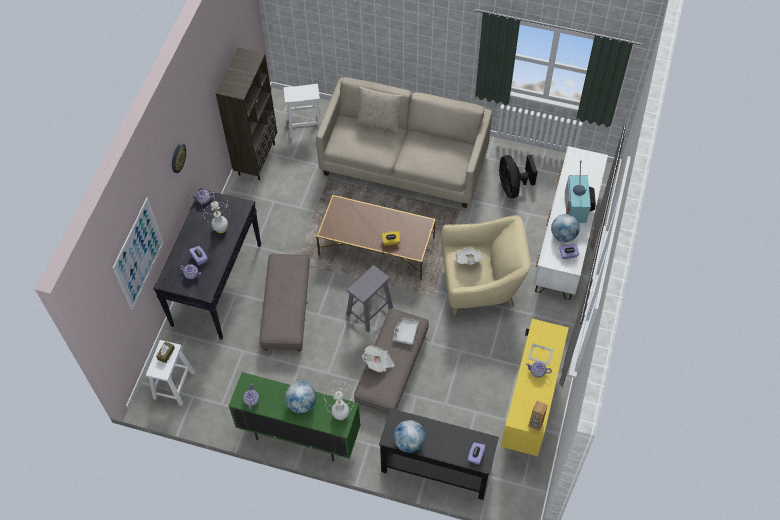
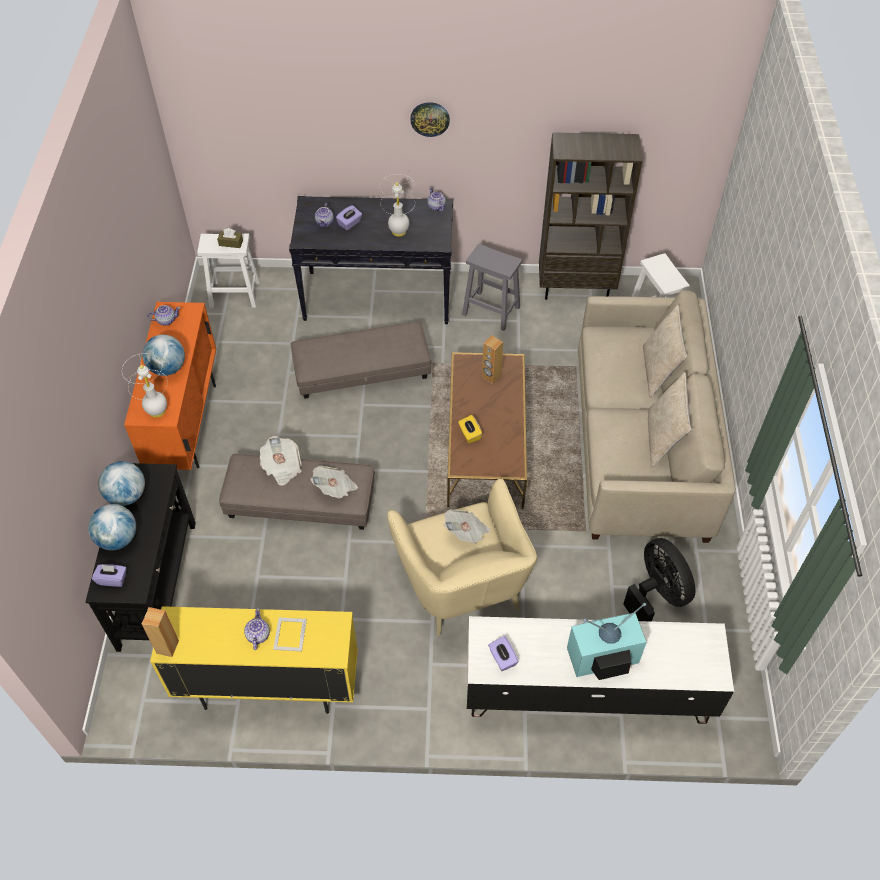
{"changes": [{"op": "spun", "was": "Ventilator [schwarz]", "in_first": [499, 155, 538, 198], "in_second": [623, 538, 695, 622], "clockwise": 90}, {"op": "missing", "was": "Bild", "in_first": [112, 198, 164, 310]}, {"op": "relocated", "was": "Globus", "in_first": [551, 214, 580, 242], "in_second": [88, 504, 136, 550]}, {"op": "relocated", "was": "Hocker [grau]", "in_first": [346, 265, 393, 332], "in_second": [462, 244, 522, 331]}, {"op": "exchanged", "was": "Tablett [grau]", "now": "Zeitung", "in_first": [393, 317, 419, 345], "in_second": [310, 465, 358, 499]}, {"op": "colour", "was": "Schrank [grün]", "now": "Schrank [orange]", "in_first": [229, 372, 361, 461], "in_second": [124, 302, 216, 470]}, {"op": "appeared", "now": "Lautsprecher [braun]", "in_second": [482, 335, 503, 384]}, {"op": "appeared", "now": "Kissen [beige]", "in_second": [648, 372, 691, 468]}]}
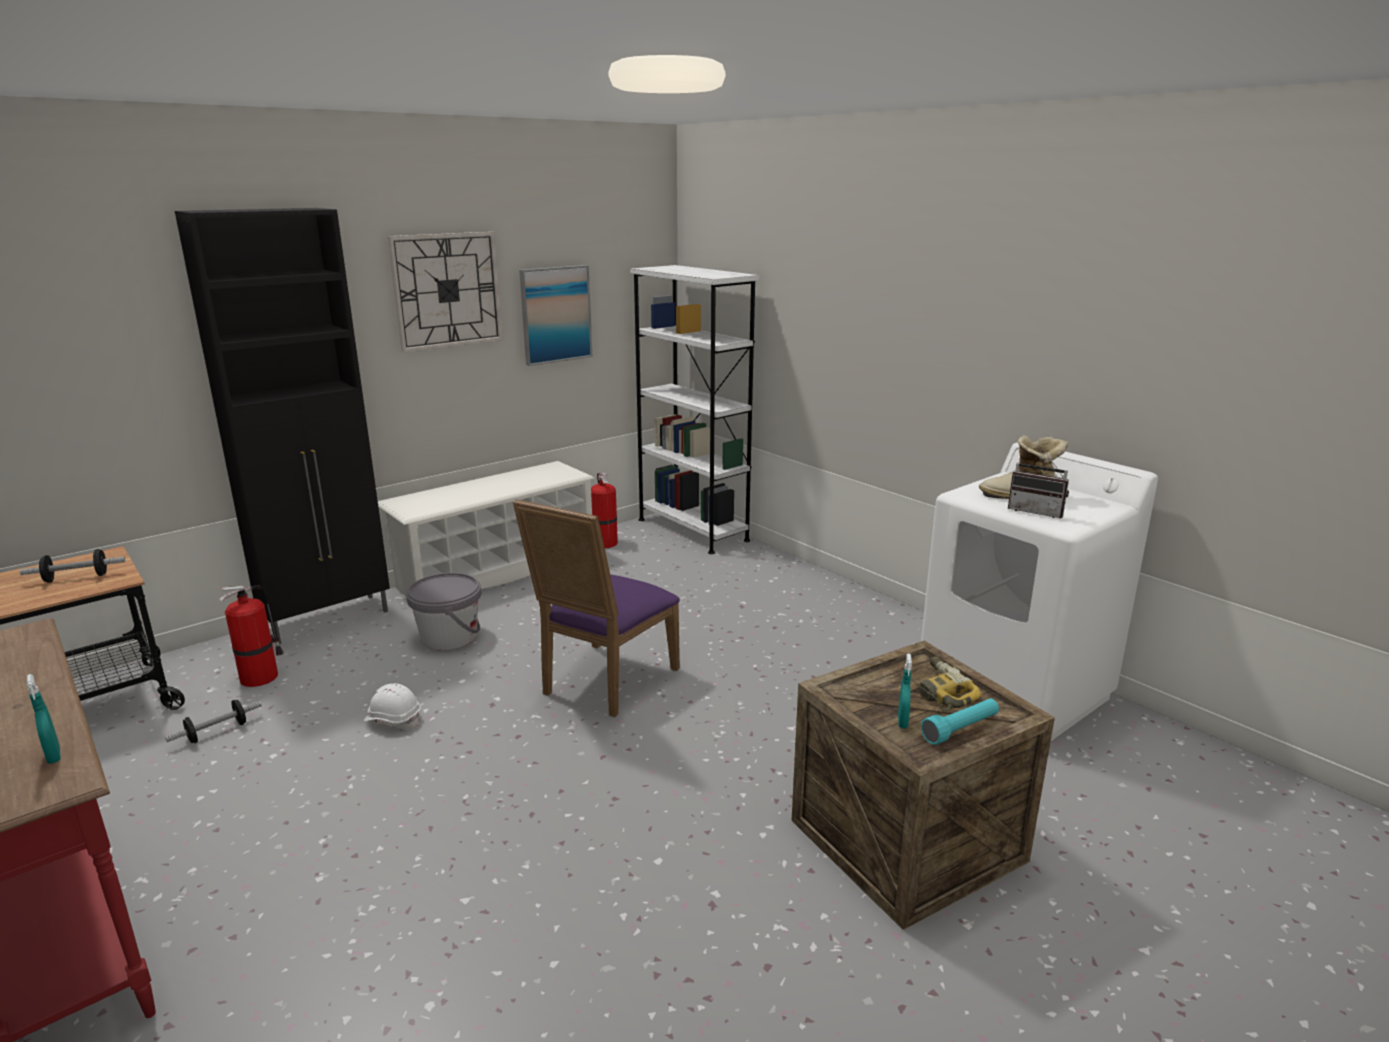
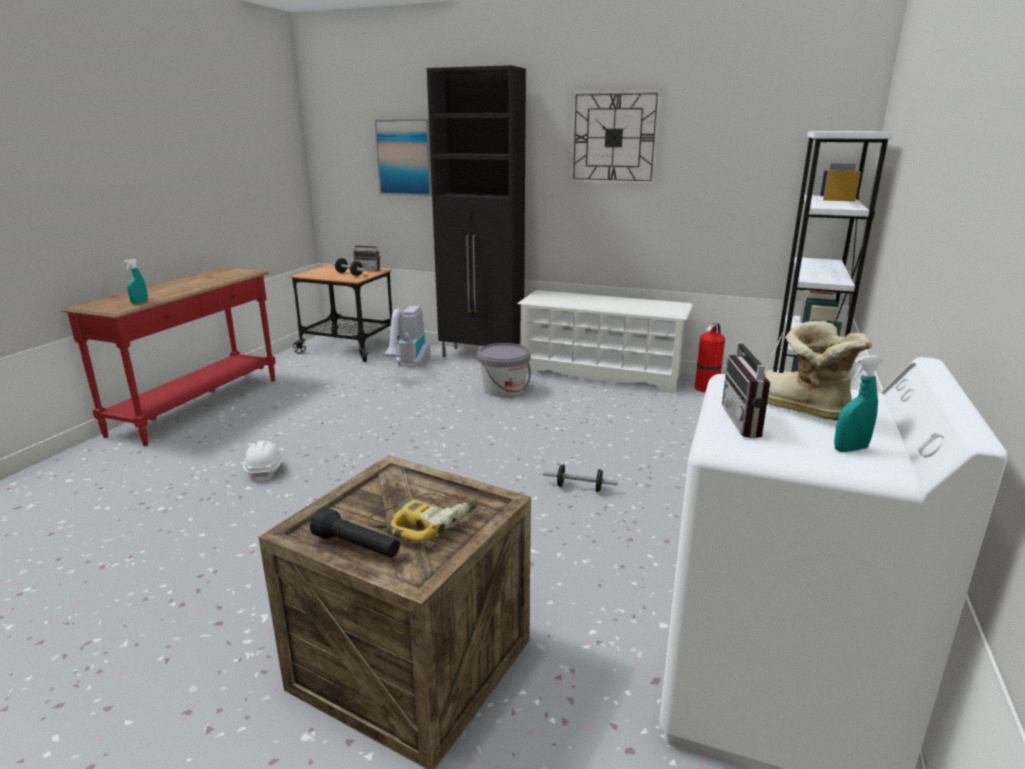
{"changes": [{"op": "relocated", "was": "Bild", "in_first": [519, 265, 593, 366], "in_second": [375, 119, 432, 196]}, {"op": "missing", "was": "Stuhl [lila]", "in_first": [513, 499, 680, 717]}, {"op": "exchanged", "was": "Feuerlöscher", "now": "Staubsauger", "in_first": [219, 585, 283, 687], "in_second": [383, 306, 430, 366]}, {"op": "relocated", "was": "Sprühflasche [türkis]", "in_first": [898, 654, 912, 728], "in_second": [834, 355, 882, 452]}, {"op": "relocated", "was": "Schutzhelm [weiß]", "in_first": [363, 683, 421, 729], "in_second": [243, 441, 283, 483]}, {"op": "colour", "was": "Taschenlampe [türkis]", "now": "Taschenlampe [schwarz]", "in_first": [921, 699, 999, 745], "in_second": [310, 507, 400, 558]}, {"op": "relocated", "was": "Hantel", "in_first": [165, 700, 262, 743], "in_second": [543, 464, 618, 492]}, {"op": "appeared", "now": "Radio", "in_second": [353, 239, 380, 271]}]}
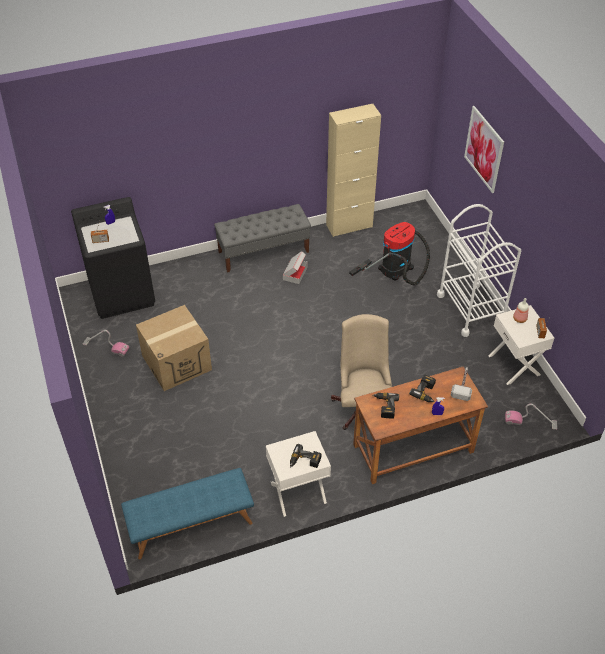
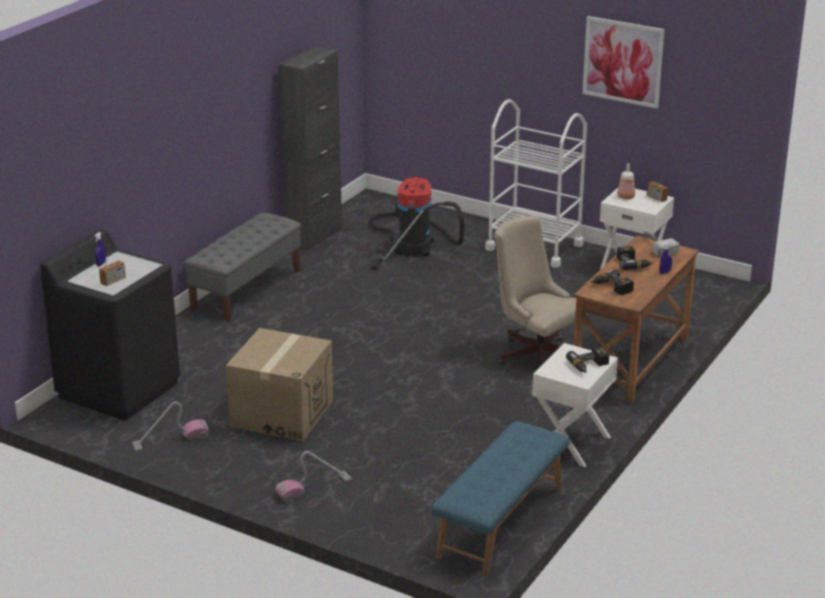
{"changes": [{"op": "colour", "was": "Schrank [beige]", "now": "Schrank [schwarz]", "in_first": [326, 104, 381, 237], "in_second": [279, 46, 342, 250]}, {"op": "relocated", "was": "Bild", "in_first": [464, 106, 504, 193], "in_second": [582, 16, 665, 108]}, {"op": "missing", "was": "Karton", "in_first": [283, 251, 308, 284]}, {"op": "relocated", "was": "Staubsauger", "in_first": [505, 404, 557, 430], "in_second": [275, 451, 352, 502]}]}
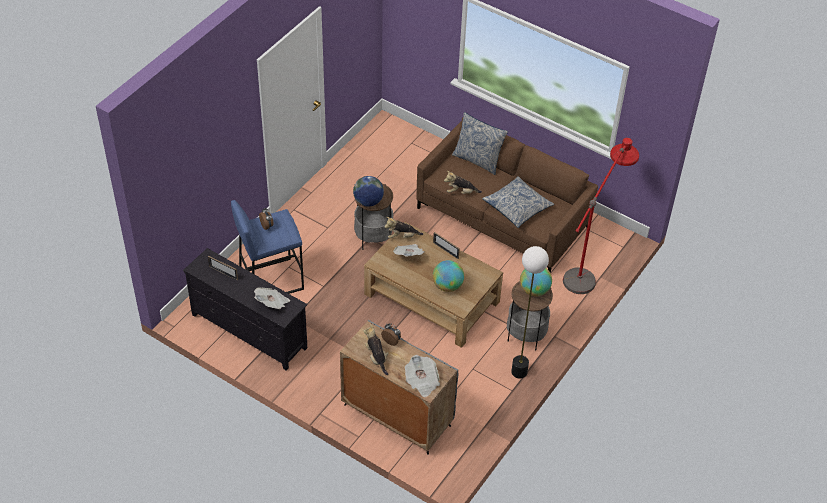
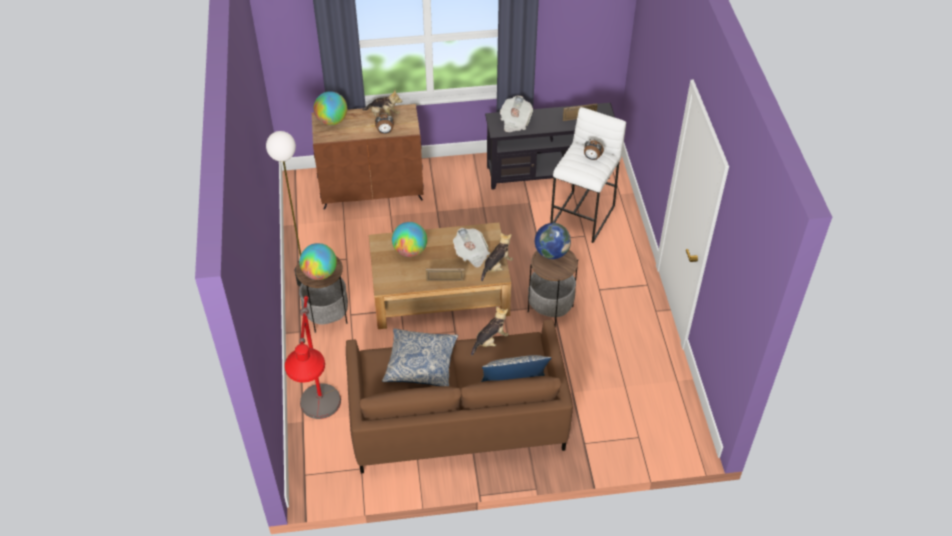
{"changes": [{"op": "colour", "was": "Hocker [blau]", "now": "Hocker [weiß]", "in_first": [231, 200, 304, 294], "in_second": [550, 107, 626, 243]}, {"op": "colour", "was": "Schrank [grau]", "now": "Schrank [braun]", "in_first": [340, 320, 459, 455], "in_second": [312, 104, 424, 210]}, {"op": "exchanged", "was": "Zeitung", "now": "Globus", "in_first": [405, 355, 440, 397], "in_second": [314, 91, 347, 125]}]}
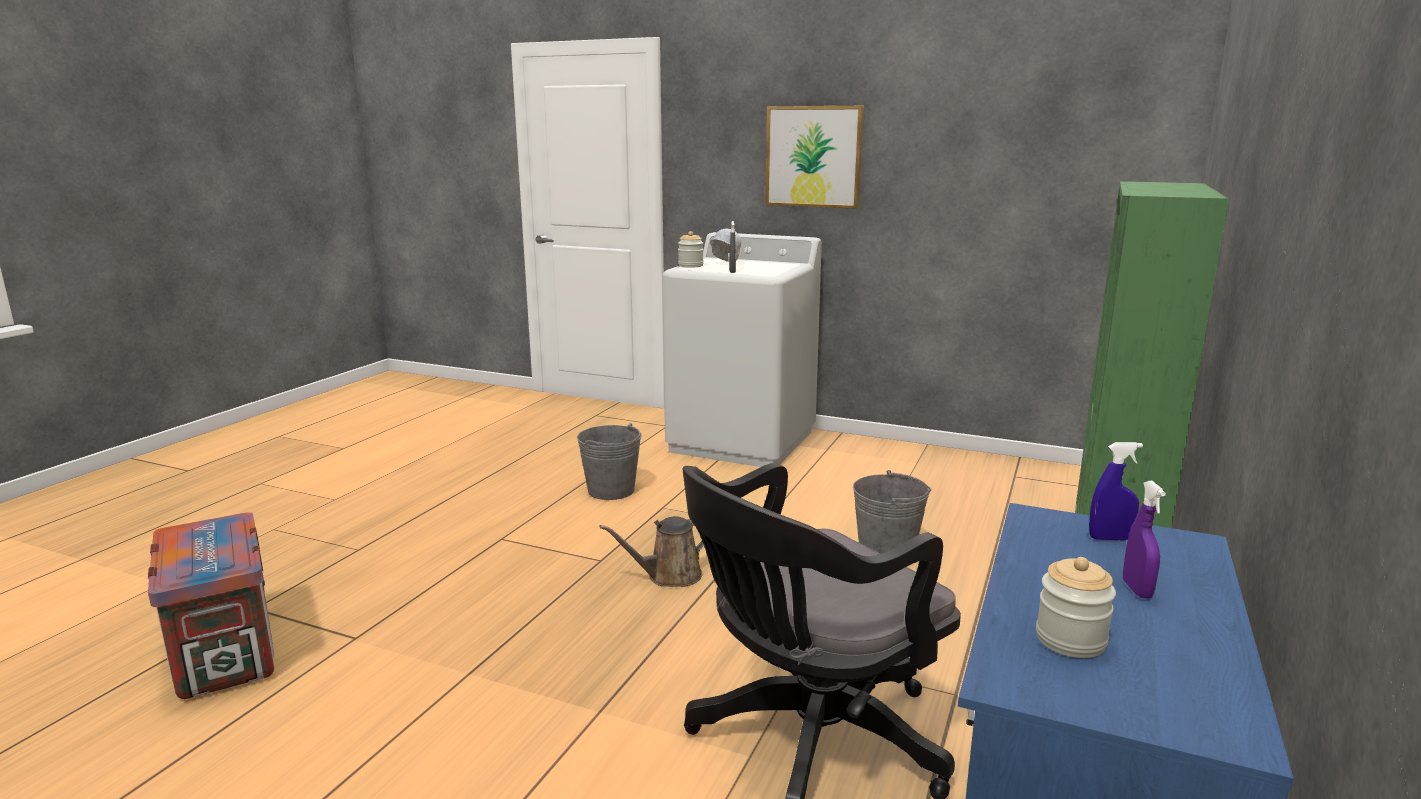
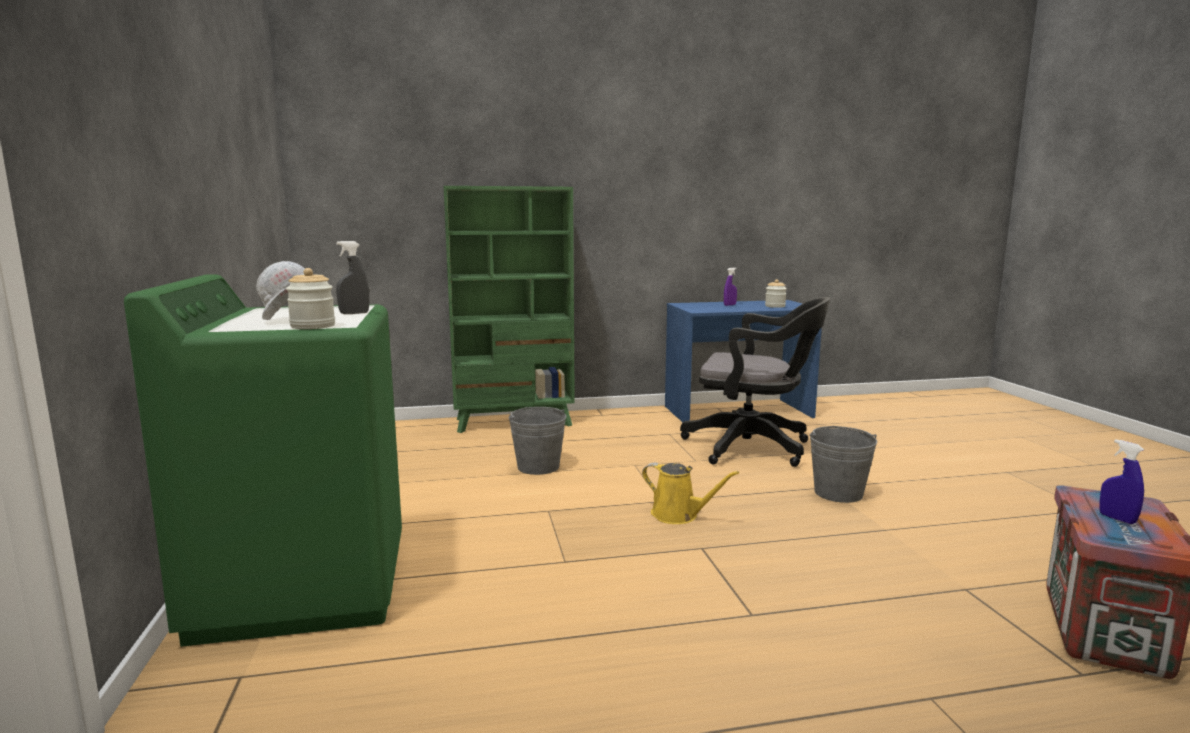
{"changes": [{"op": "missing", "was": "Bild", "in_first": [765, 106, 864, 209]}, {"op": "colour", "was": "Waschmaschine [weiß]", "now": "Waschmaschine [grün]", "in_first": [662, 232, 822, 467], "in_second": [124, 274, 402, 647]}, {"op": "relocated", "was": "Eimer [grau]", "in_first": [577, 423, 642, 500], "in_second": [810, 426, 877, 503]}, {"op": "relocated", "was": "Sprühflasche [blau]", "in_first": [1089, 442, 1143, 540], "in_second": [1099, 439, 1144, 524]}, {"op": "colour", "was": "Gießkanne [braun]", "now": "Gießkanne [gelb]", "in_first": [599, 516, 704, 587], "in_second": [642, 463, 739, 524]}]}
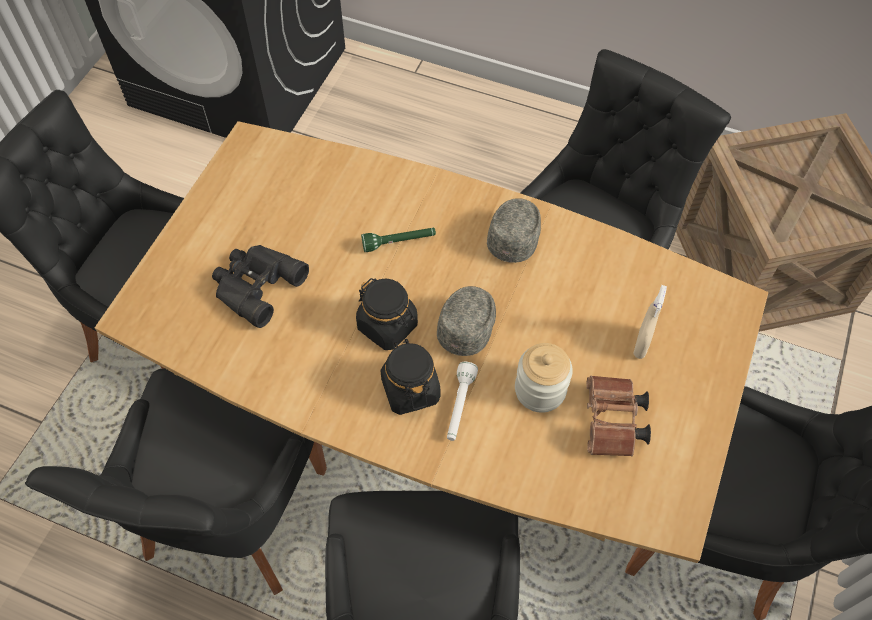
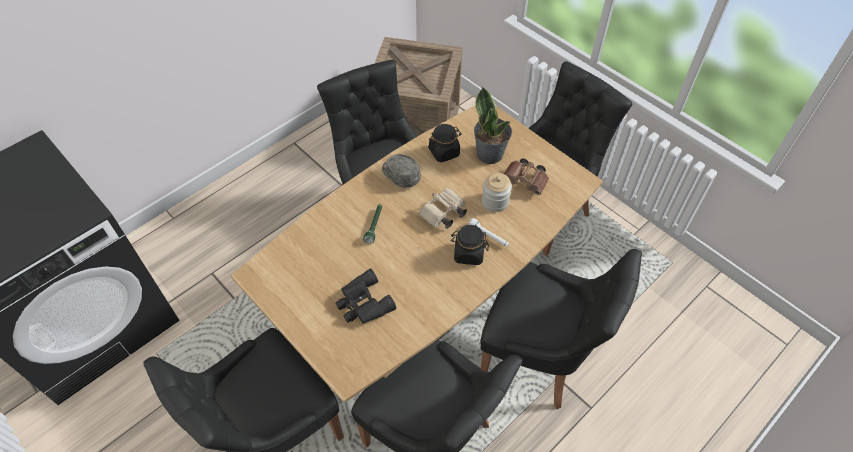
{"changes": [{"op": "relocated", "was": "Vorratsglas [schwarz]", "in_first": [356, 278, 418, 350], "in_second": [428, 124, 462, 162]}, {"op": "exchanged", "was": "Sprühflasche [beige]", "now": "Topfpflanze", "in_first": [633, 285, 667, 359], "in_second": [474, 87, 512, 164]}, {"op": "exchanged", "was": "Kappe [grau]", "now": "Fernglas [beige]", "in_first": [437, 286, 496, 356], "in_second": [419, 188, 467, 229]}]}
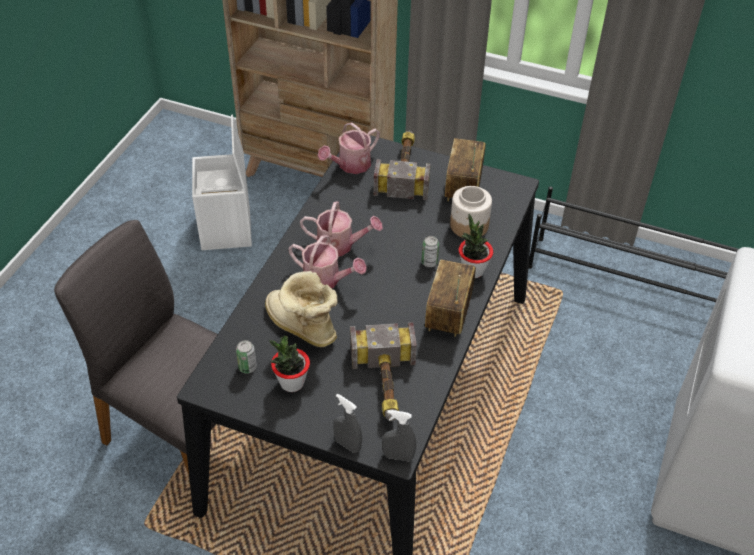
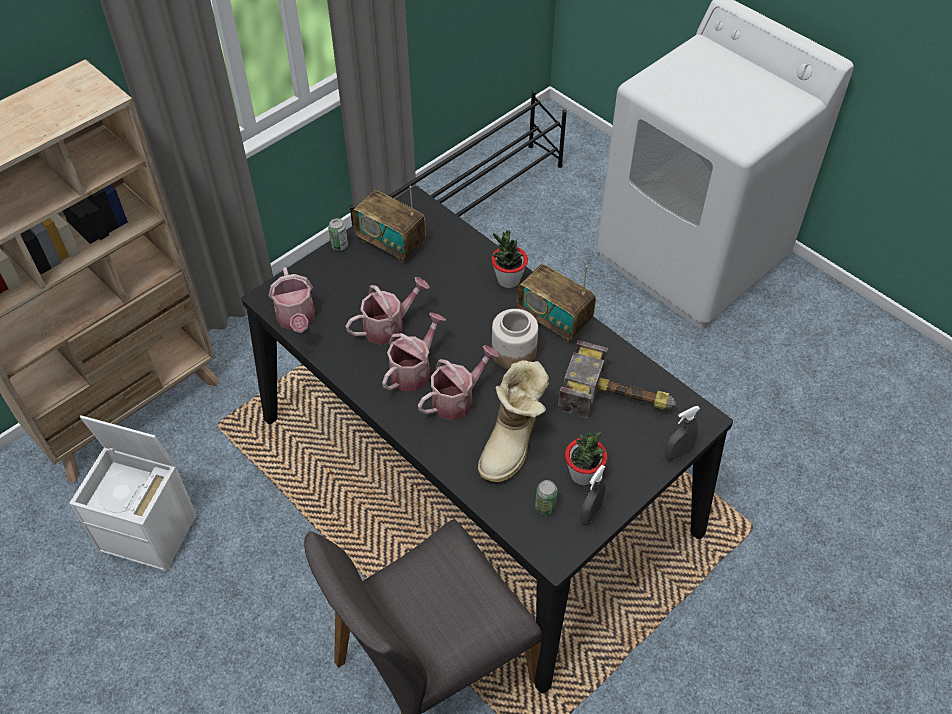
{"changes": [{"op": "missing", "was": "Hammer", "in_first": [373, 131, 430, 200]}, {"op": "relocated", "was": "Vorratsglas", "in_first": [450, 186, 492, 238], "in_second": [492, 309, 538, 369]}, {"op": "relocated", "was": "Dose", "in_first": [421, 236, 439, 267], "in_second": [328, 218, 348, 251]}, {"op": "spun", "was": "Stiefel", "in_first": [265, 271, 338, 348], "in_second": [478, 360, 549, 482], "clockwise": -45}, {"op": "relocated", "was": "Sprühflasche [grau]", "in_first": [382, 410, 416, 461], "in_second": [580, 465, 605, 525]}, {"op": "appeared", "now": "Gießkanne", "in_second": [346, 277, 430, 345]}]}
